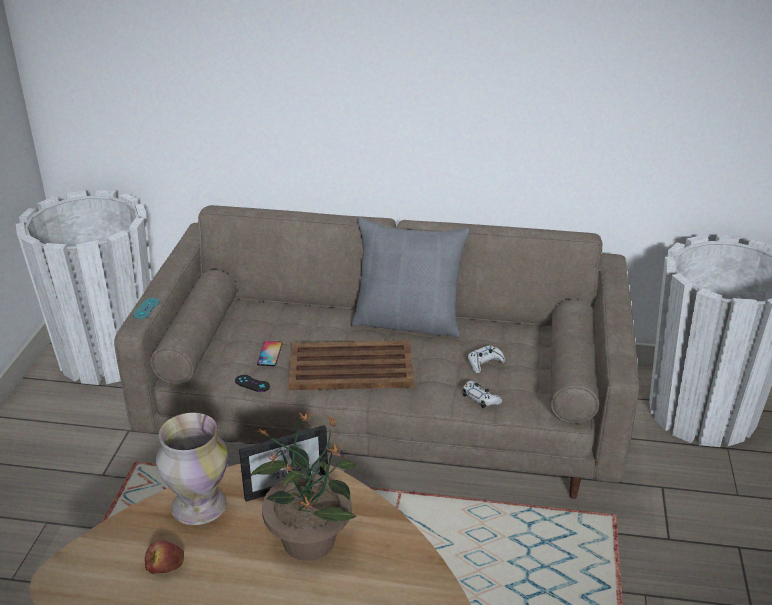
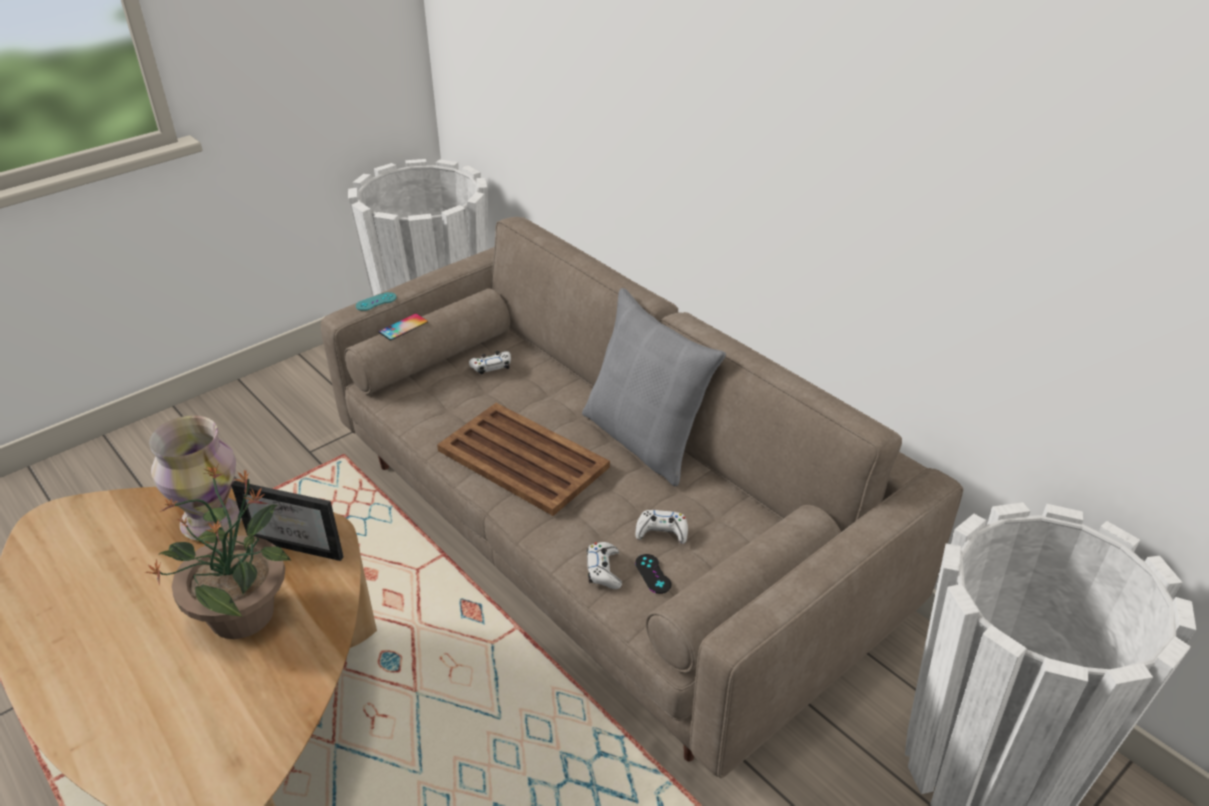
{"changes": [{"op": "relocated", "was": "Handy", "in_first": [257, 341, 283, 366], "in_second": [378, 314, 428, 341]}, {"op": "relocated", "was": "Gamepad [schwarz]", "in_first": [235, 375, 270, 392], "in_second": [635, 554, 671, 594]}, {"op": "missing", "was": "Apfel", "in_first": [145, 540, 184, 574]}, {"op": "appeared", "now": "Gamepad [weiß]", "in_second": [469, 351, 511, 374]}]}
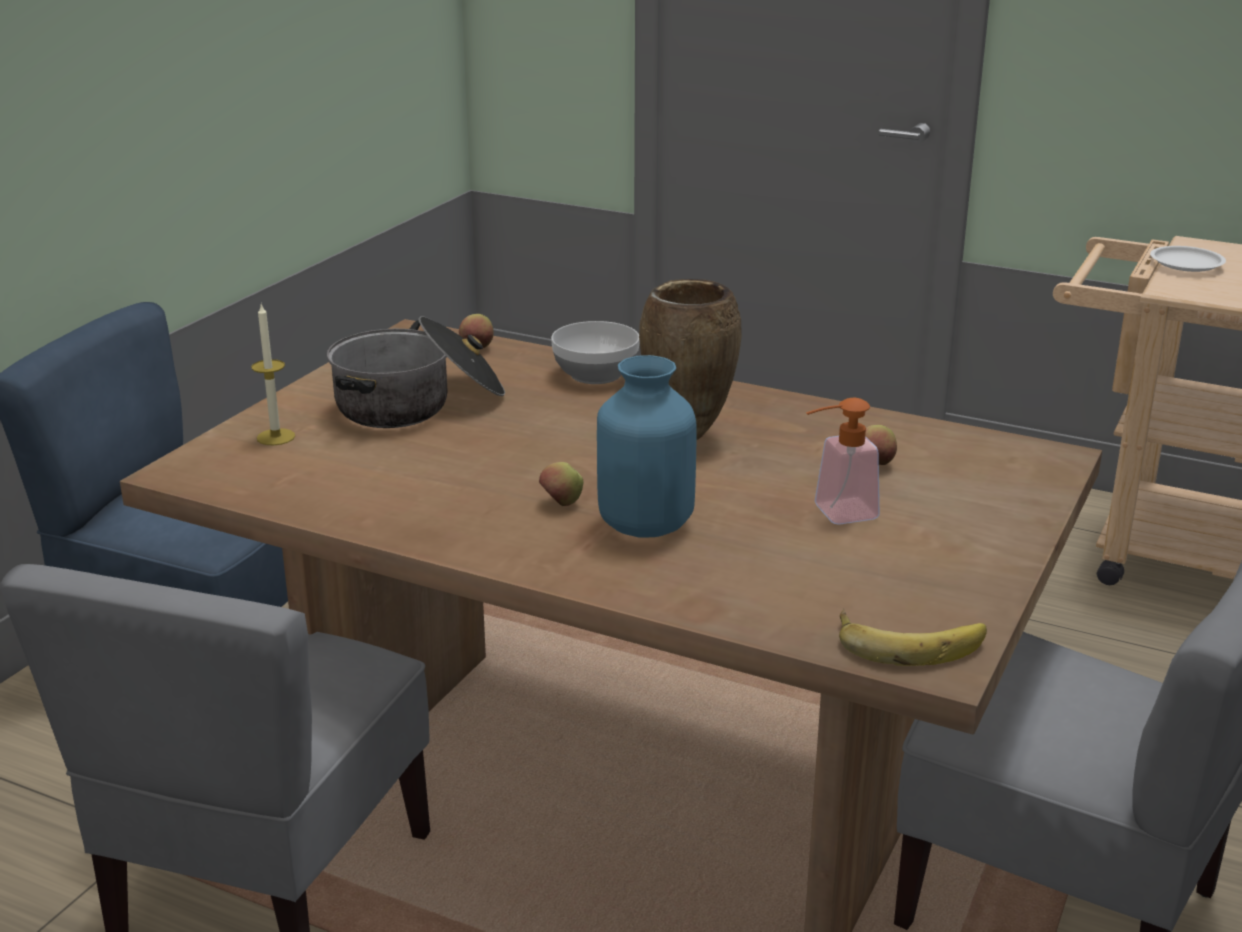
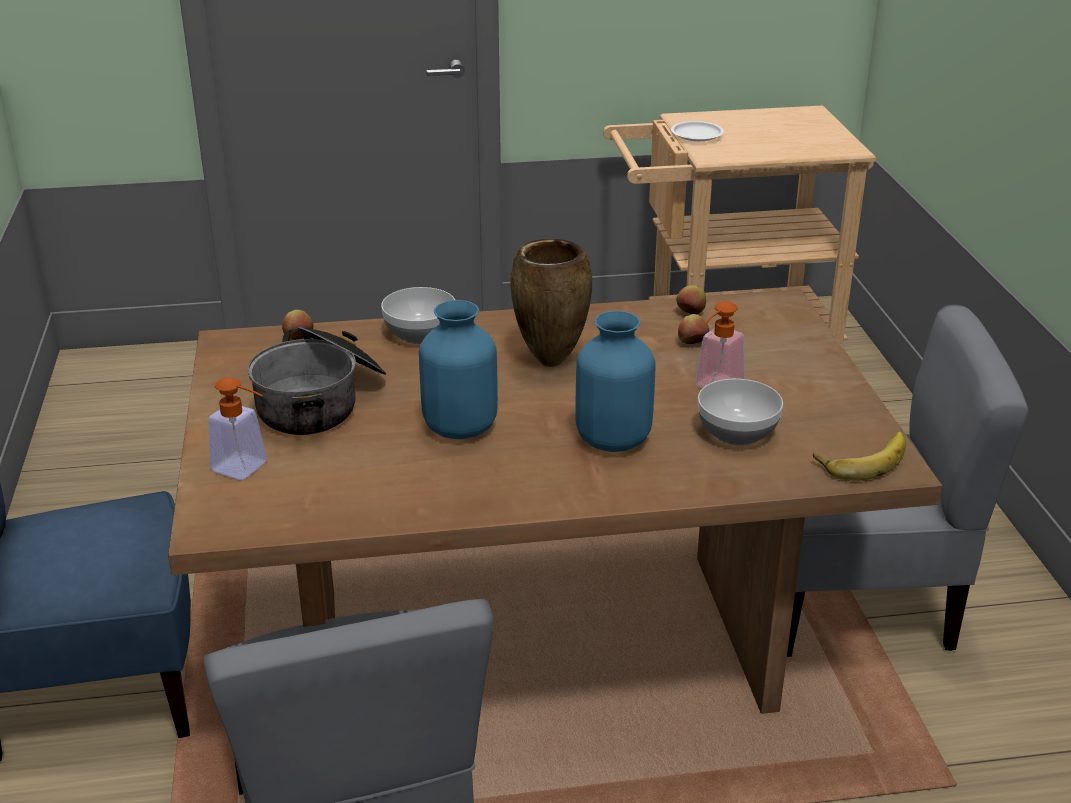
{"changes": [{"op": "exchanged", "was": "Kerze", "now": "Seifenspender", "in_first": [251, 303, 295, 445], "in_second": [208, 377, 267, 480]}, {"op": "relocated", "was": "Apfel", "in_first": [539, 462, 584, 506], "in_second": [676, 285, 706, 315]}, {"op": "appeared", "now": "Vase [blau]", "in_second": [419, 300, 498, 439]}, {"op": "appeared", "now": "Schüssel", "in_second": [698, 379, 783, 446]}]}
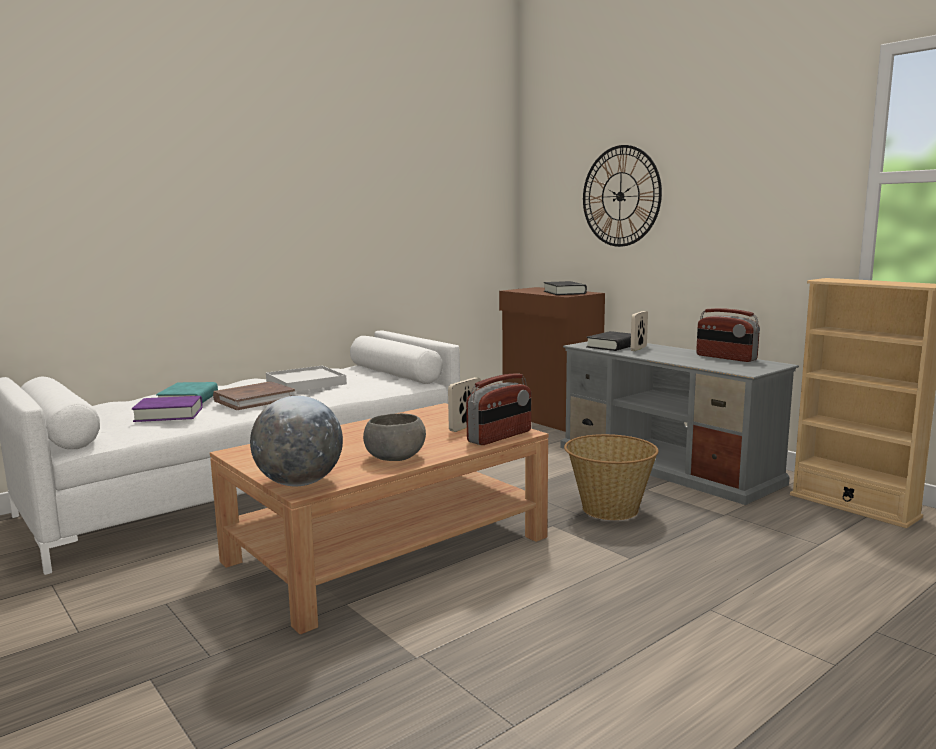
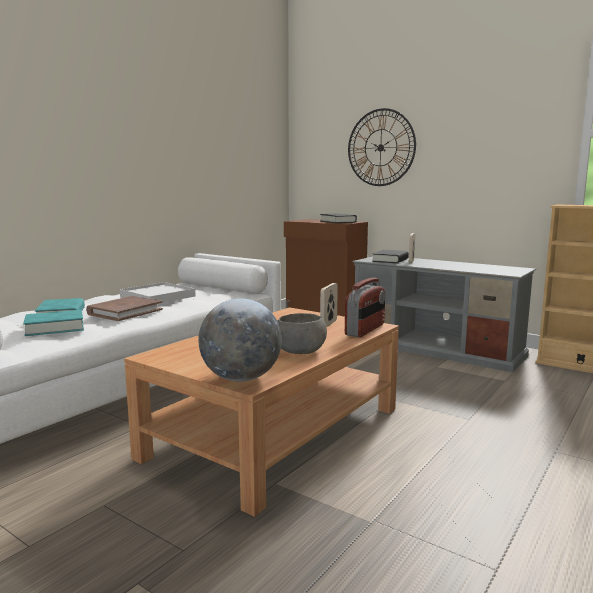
{"changes": [{"op": "missing", "was": "Radio", "in_first": [696, 308, 760, 362]}, {"op": "colour", "was": "Buch [lila]", "now": "Buch [türkis]", "in_first": [132, 396, 202, 422], "in_second": [23, 310, 84, 336]}, {"op": "missing", "was": "Korb", "in_first": [564, 434, 659, 520]}]}
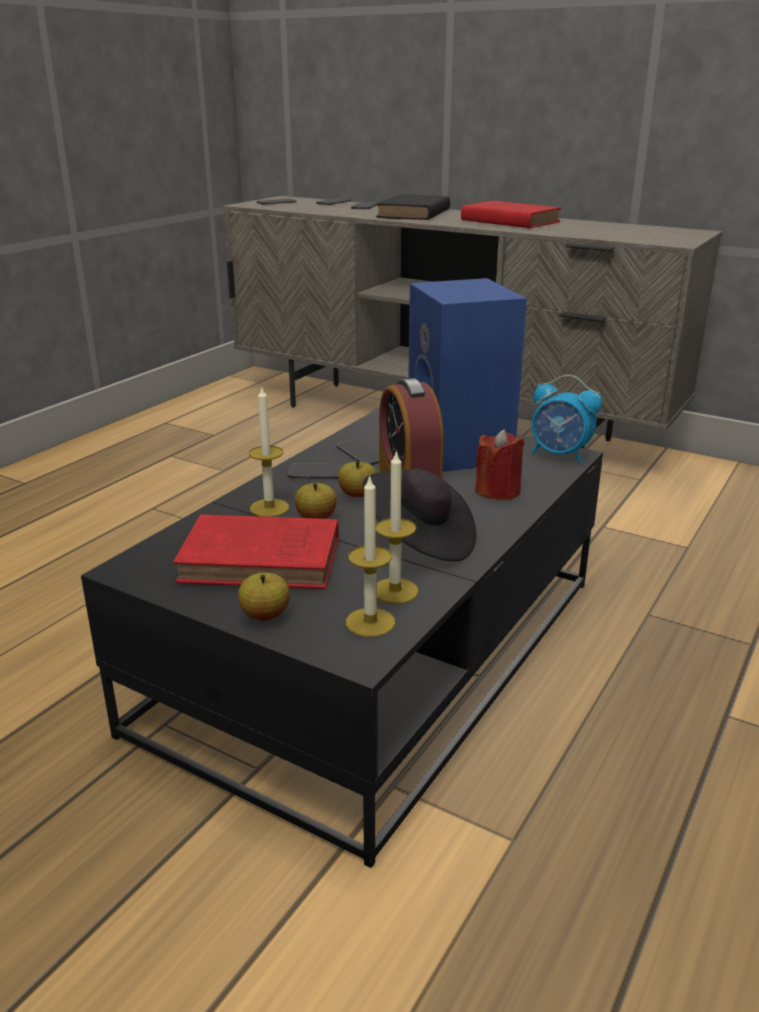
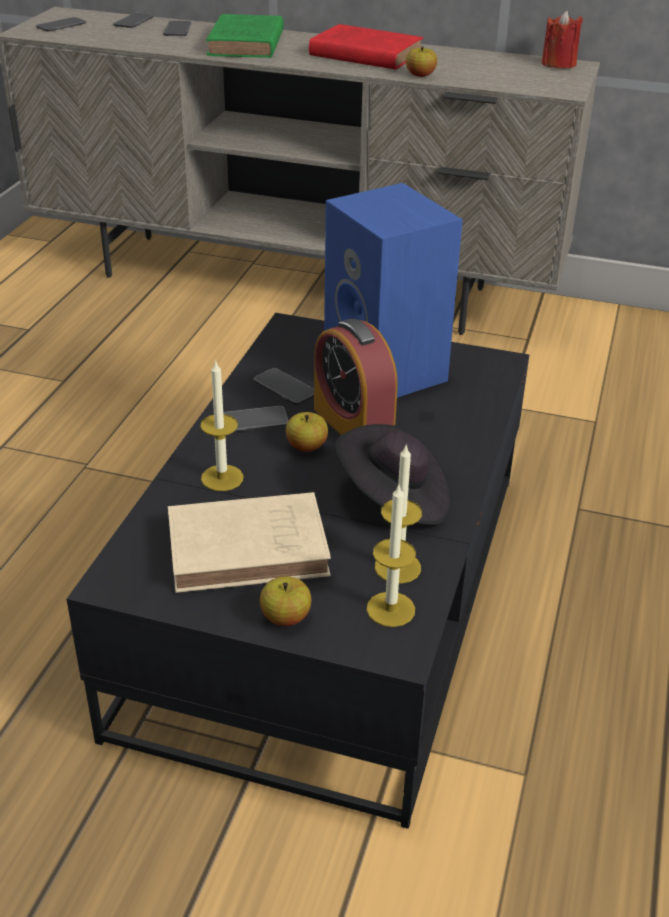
{"changes": [{"op": "colour", "was": "Buch [schwarz]", "now": "Buch [grün]", "in_first": [376, 194, 450, 220], "in_second": [206, 14, 284, 58]}, {"op": "missing", "was": "Wecker", "in_first": [531, 375, 602, 463]}, {"op": "relocated", "was": "Kerze [rot]", "in_first": [475, 429, 524, 500], "in_second": [542, 10, 583, 69]}, {"op": "relocated", "was": "Apfel", "in_first": [295, 483, 337, 519], "in_second": [406, 47, 437, 77]}, {"op": "colour", "was": "Buch [rot]", "now": "Buch [beige]", "in_first": [174, 514, 339, 589], "in_second": [168, 492, 331, 593]}]}
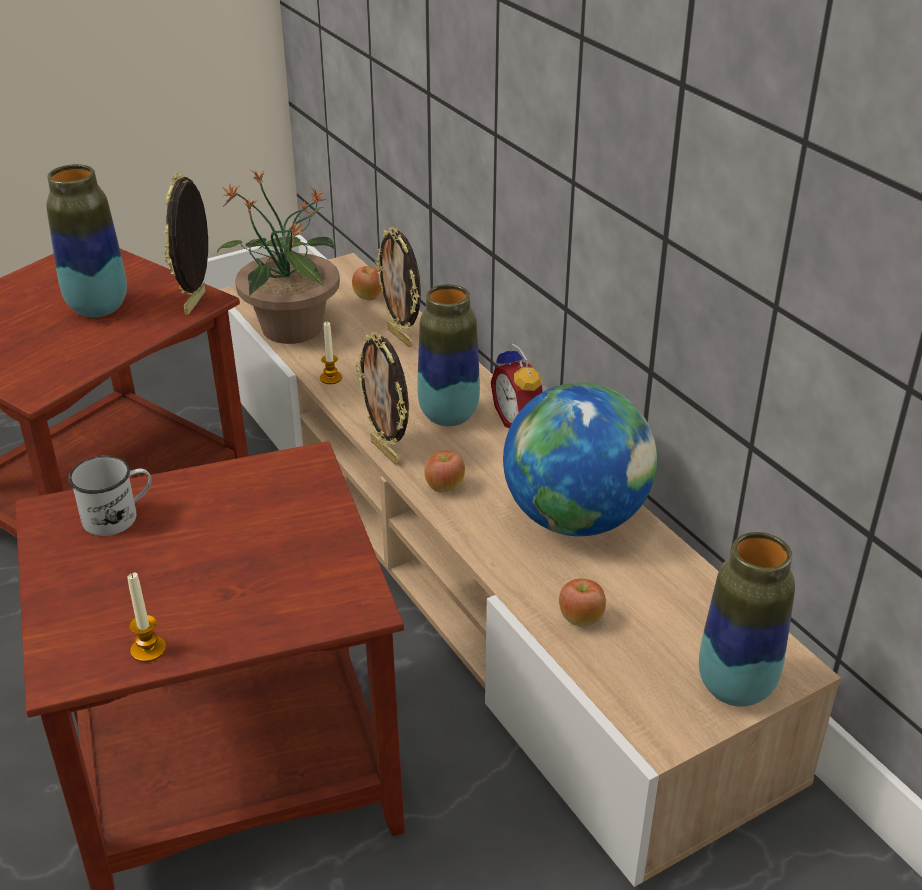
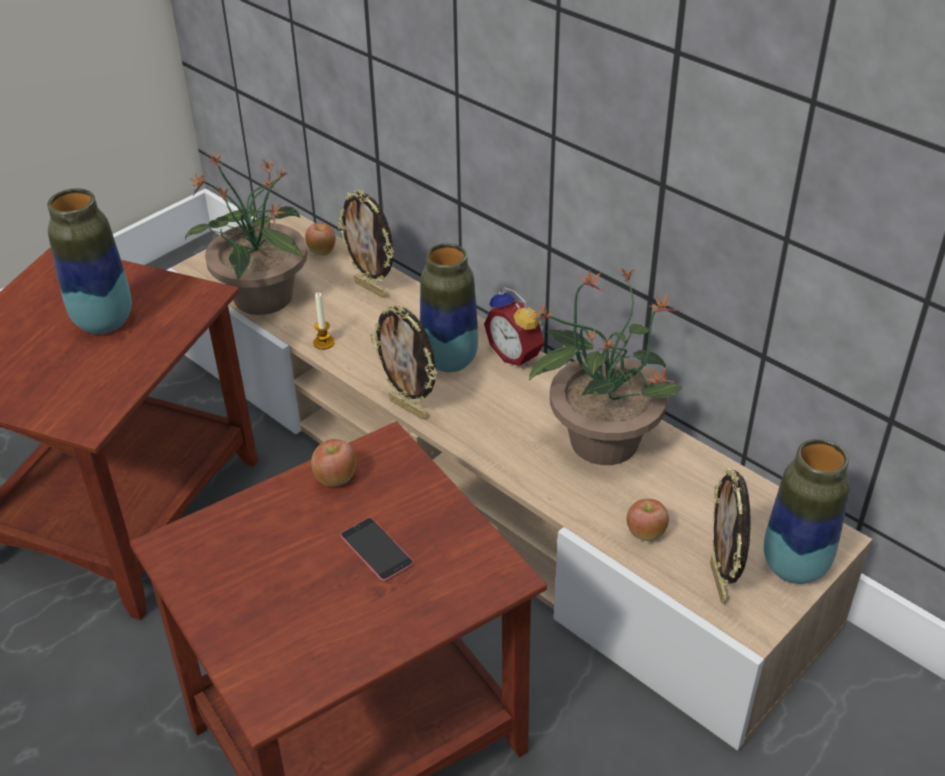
{"changes": [{"op": "relocated", "was": "Bilderrahmen", "in_first": [164, 173, 208, 315], "in_second": [710, 467, 751, 604]}, {"op": "exchanged", "was": "Globus", "now": "Topfpflanze", "in_first": [503, 382, 657, 536], "in_second": [529, 268, 682, 465]}, {"op": "relocated", "was": "Apfel", "in_first": [424, 450, 465, 493], "in_second": [311, 439, 356, 487]}, {"op": "missing", "was": "Henkelbecher [weiß]", "in_first": [68, 456, 152, 536]}, {"op": "missing", "was": "Kerze", "in_first": [127, 573, 166, 662]}, {"op": "appeared", "now": "Handy", "in_second": [341, 518, 414, 581]}]}
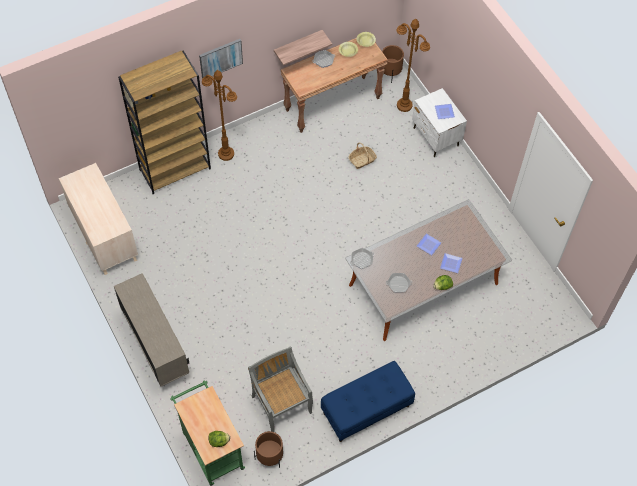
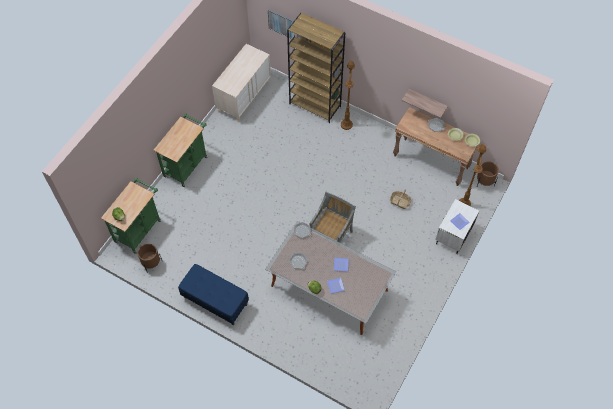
{"changes": [{"op": "relocated", "was": "Bild", "in_first": [199, 39, 243, 79], "in_second": [268, 9, 295, 39]}, {"op": "exchanged", "was": "Schrank [beige]", "now": "Rollwagen [grün]", "in_first": [114, 273, 189, 387], "in_second": [153, 114, 207, 187]}, {"op": "relocated", "was": "Stuhl [grau]", "in_first": [248, 346, 313, 432], "in_second": [309, 191, 356, 242]}]}
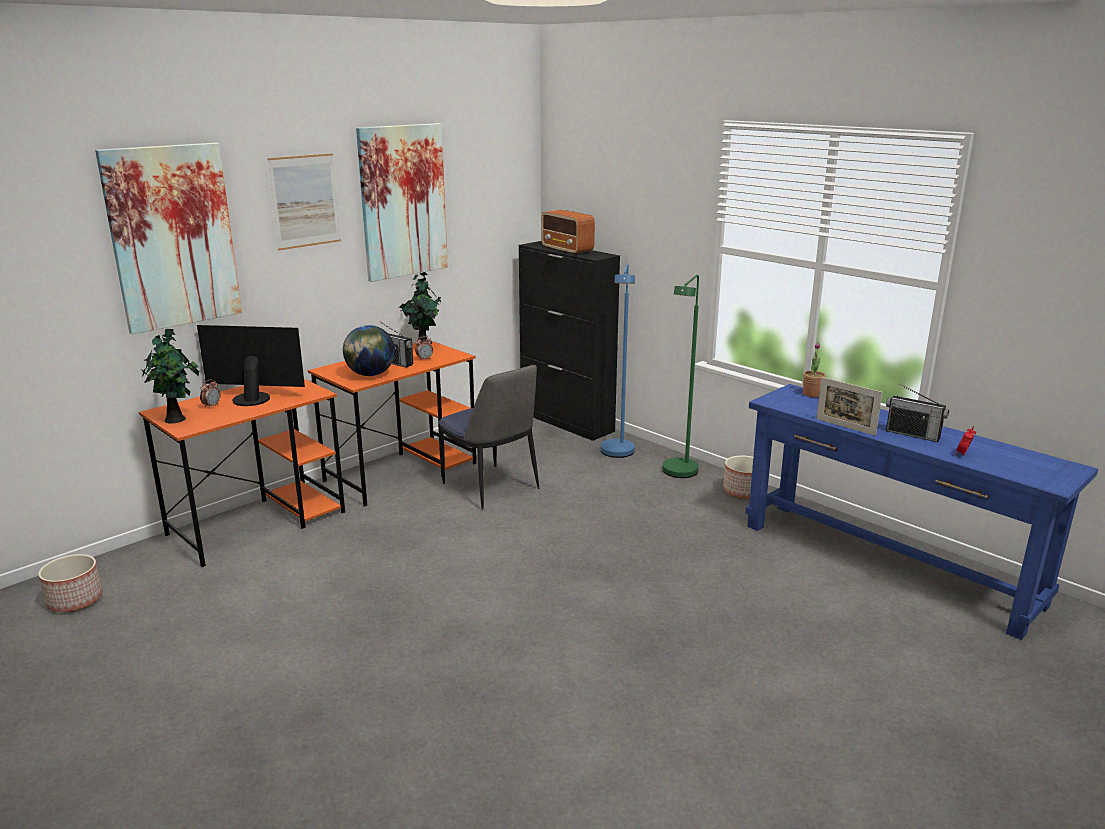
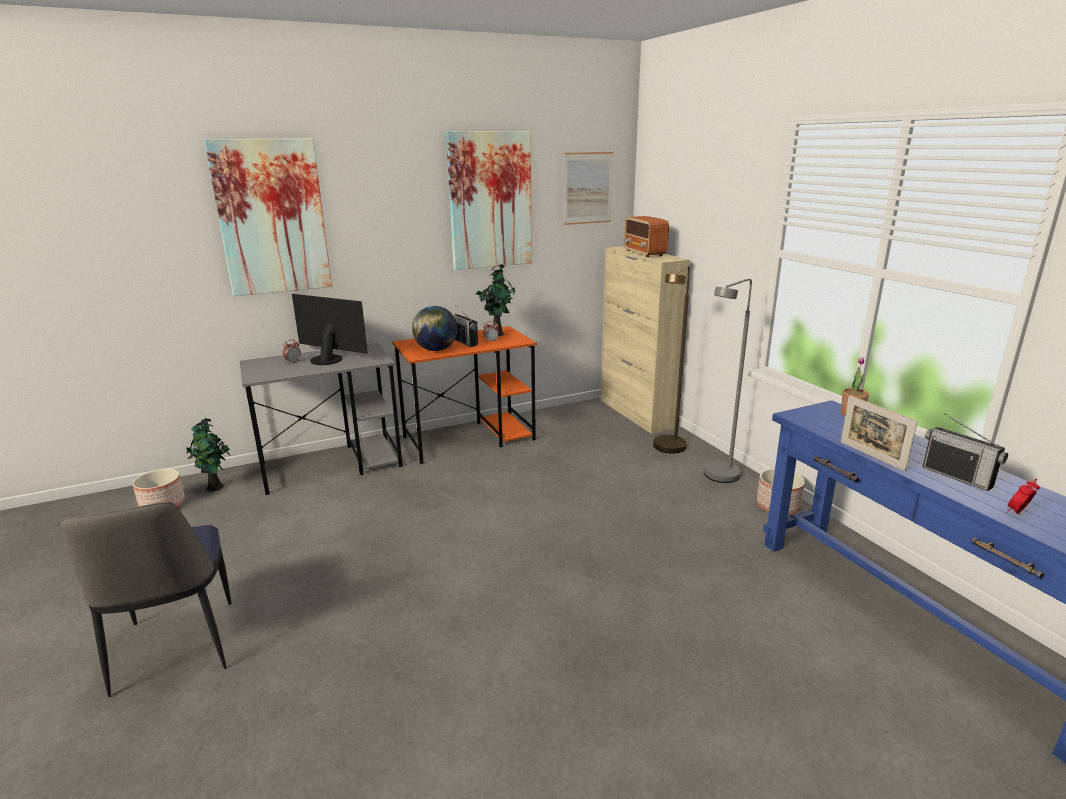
{"changes": [{"op": "relocated", "was": "Bild", "in_first": [268, 153, 341, 250], "in_second": [564, 152, 613, 225]}, {"op": "colour", "was": "Schrank [schwarz]", "now": "Schrank [beige]", "in_first": [519, 241, 620, 441], "in_second": [601, 246, 690, 434]}, {"op": "colour", "was": "Stehlampe [blau]", "now": "Stehlampe [braun]", "in_first": [601, 263, 635, 458], "in_second": [653, 266, 690, 454]}, {"op": "colour", "was": "Stehlampe [grün]", "now": "Stehlampe [grau]", "in_first": [662, 275, 699, 478], "in_second": [704, 278, 752, 483]}, {"op": "relocated", "was": "Topfpflanze", "in_first": [141, 329, 199, 424], "in_second": [186, 418, 231, 492]}, {"op": "relocated", "was": "Stuhl", "in_first": [438, 365, 539, 510], "in_second": [58, 502, 231, 697]}, {"op": "colour", "was": "Schreibtisch [orange]", "now": "Schreibtisch [grau]", "in_first": [139, 379, 345, 567], "in_second": [240, 343, 403, 495]}]}
